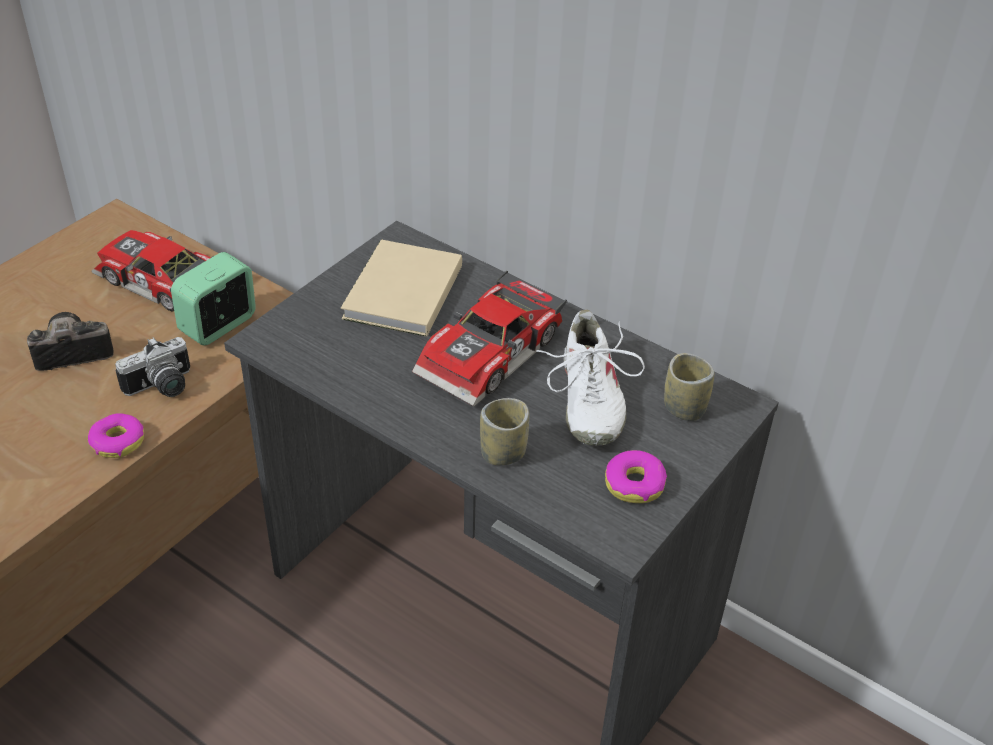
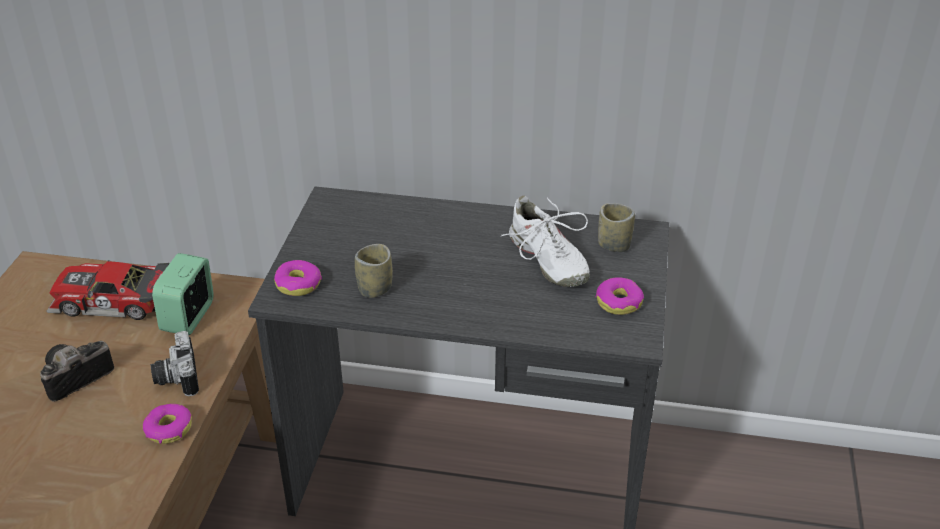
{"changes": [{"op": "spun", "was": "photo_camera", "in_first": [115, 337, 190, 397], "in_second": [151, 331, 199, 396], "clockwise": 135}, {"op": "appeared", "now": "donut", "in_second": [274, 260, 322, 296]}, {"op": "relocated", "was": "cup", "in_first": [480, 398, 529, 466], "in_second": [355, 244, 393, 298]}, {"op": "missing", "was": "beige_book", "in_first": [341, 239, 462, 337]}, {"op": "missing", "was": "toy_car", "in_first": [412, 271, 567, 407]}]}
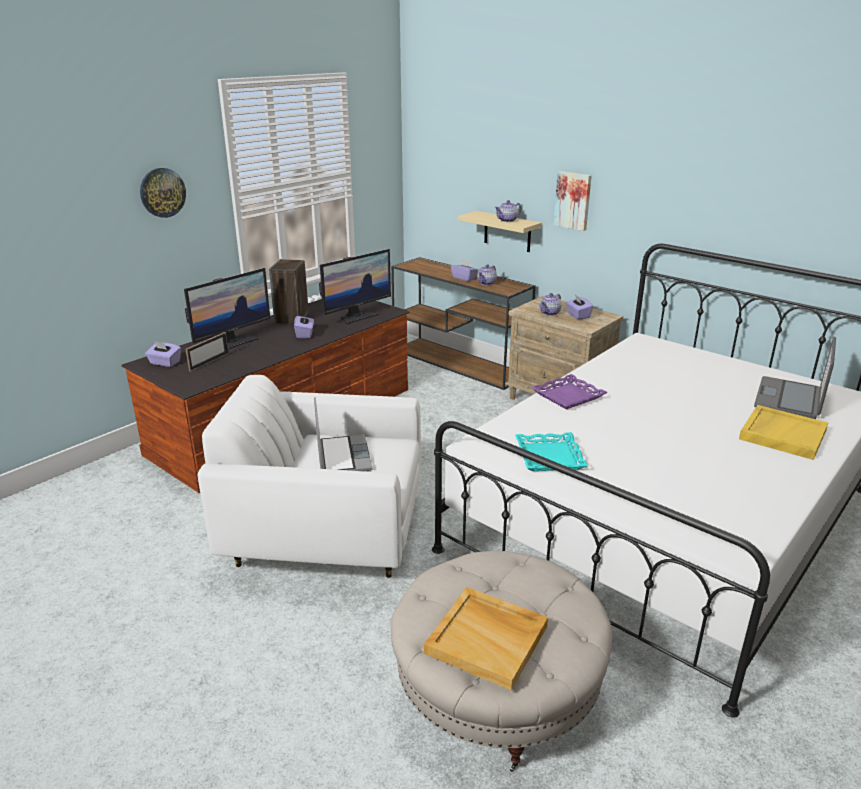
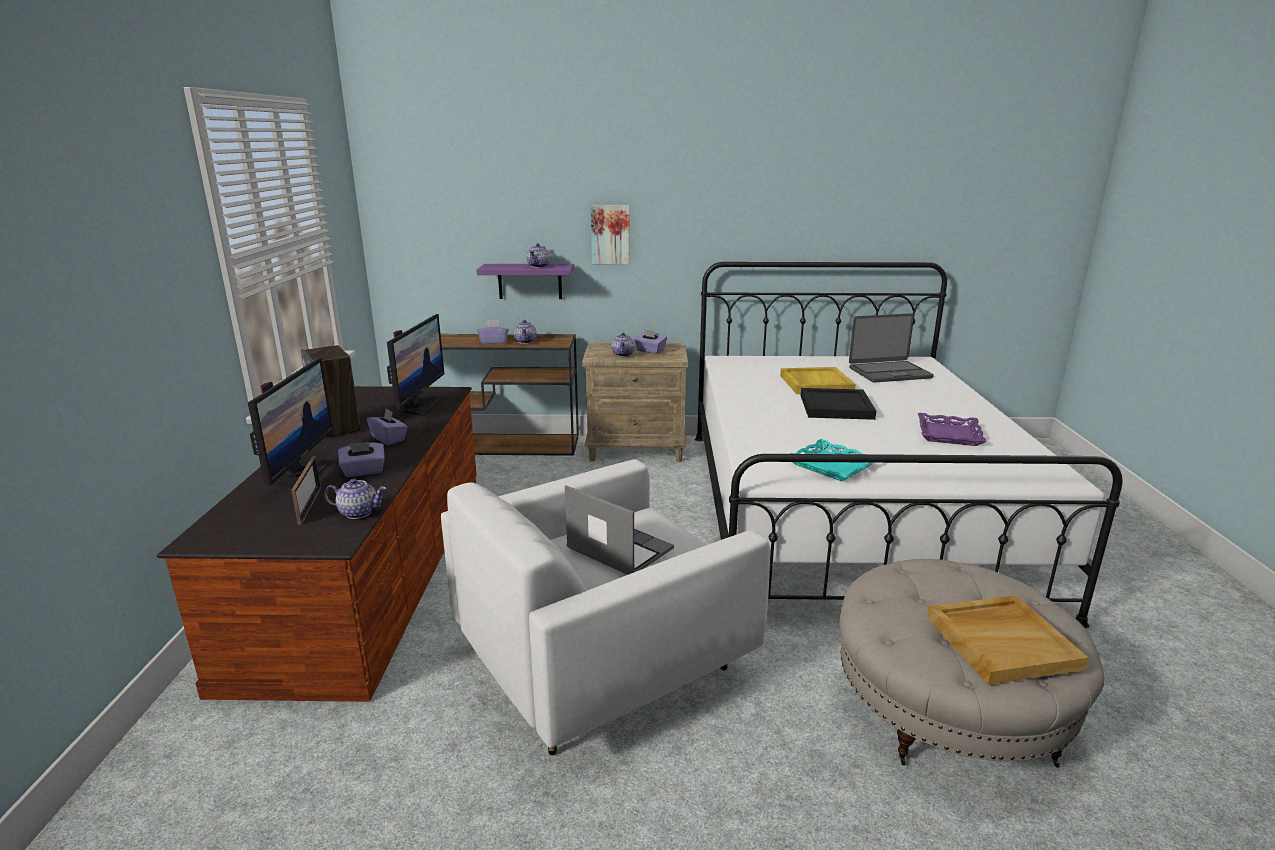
{"changes": [{"op": "appeared", "now": "teapot", "in_second": [324, 478, 387, 519]}, {"op": "relocated", "was": "purple_tissue_box", "in_first": [145, 341, 181, 367], "in_second": [338, 442, 385, 477]}, {"op": "colour", "was": "beige_shelf", "now": "purple_shelf", "in_first": [458, 211, 542, 252], "in_second": [477, 264, 574, 299]}, {"op": "relocated", "was": "yellow_tray", "in_first": [739, 405, 828, 460], "in_second": [780, 367, 856, 394]}, {"op": "appeared", "now": "black_tray", "in_second": [801, 388, 876, 420]}, {"op": "spun", "was": "laptop", "in_first": [754, 337, 836, 419], "in_second": [849, 313, 934, 382], "clockwise": -90}, {"op": "relocated", "was": "purple_tray", "in_first": [531, 374, 608, 410], "in_second": [918, 413, 987, 446]}, {"op": "missing", "was": "wall_clock", "in_first": [140, 168, 186, 218]}]}
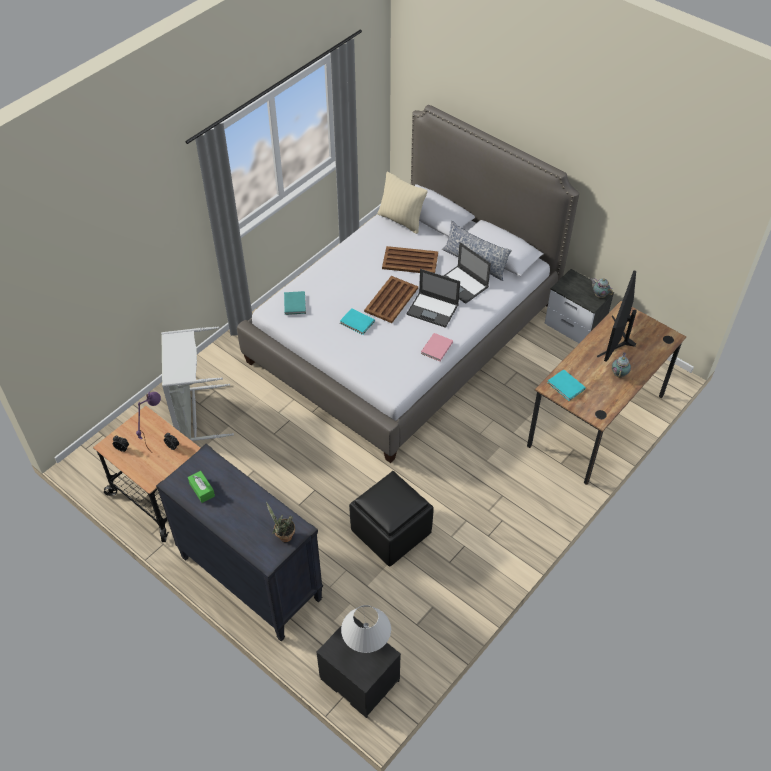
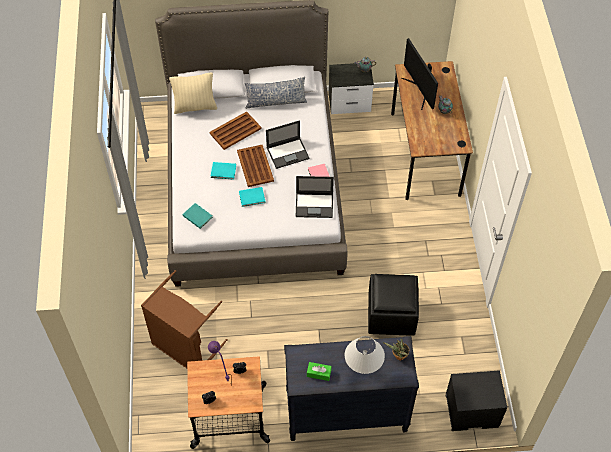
{"changes": [{"op": "colour", "was": "grey_laundry_basket", "now": "brown_laundry_basket", "in_first": [161, 326, 234, 441], "in_second": [141, 270, 228, 368]}, {"op": "relocated", "was": "turquoise_book", "in_first": [547, 369, 586, 401], "in_second": [211, 162, 236, 180]}, {"op": "relocated", "was": "laptop", "in_first": [444, 242, 491, 304], "in_second": [296, 176, 334, 218]}, {"op": "relocated", "was": "white_table_lamp", "in_first": [341, 605, 391, 653], "in_second": [345, 336, 385, 374]}]}
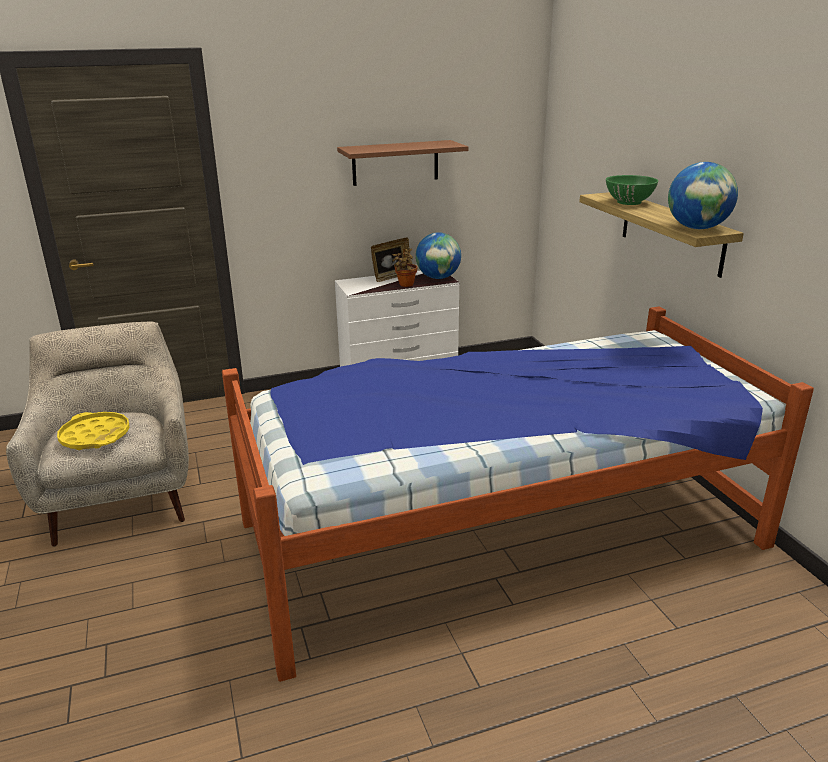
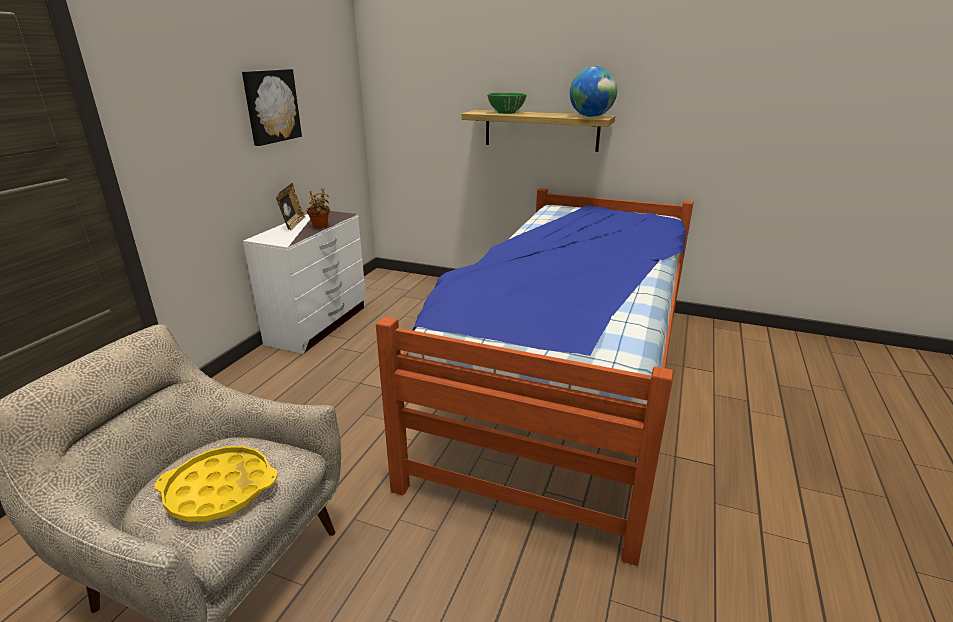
{"changes": [{"op": "exchanged", "was": "brown_shelf", "now": "picture", "in_first": [337, 140, 468, 186], "in_second": [242, 69, 302, 146]}, {"op": "missing", "was": "globe", "in_first": [416, 232, 461, 279]}]}
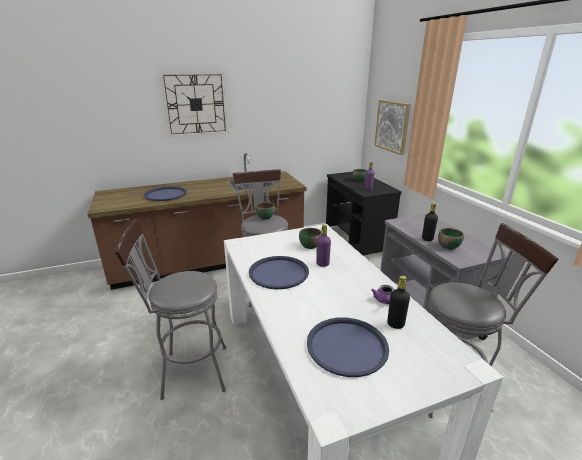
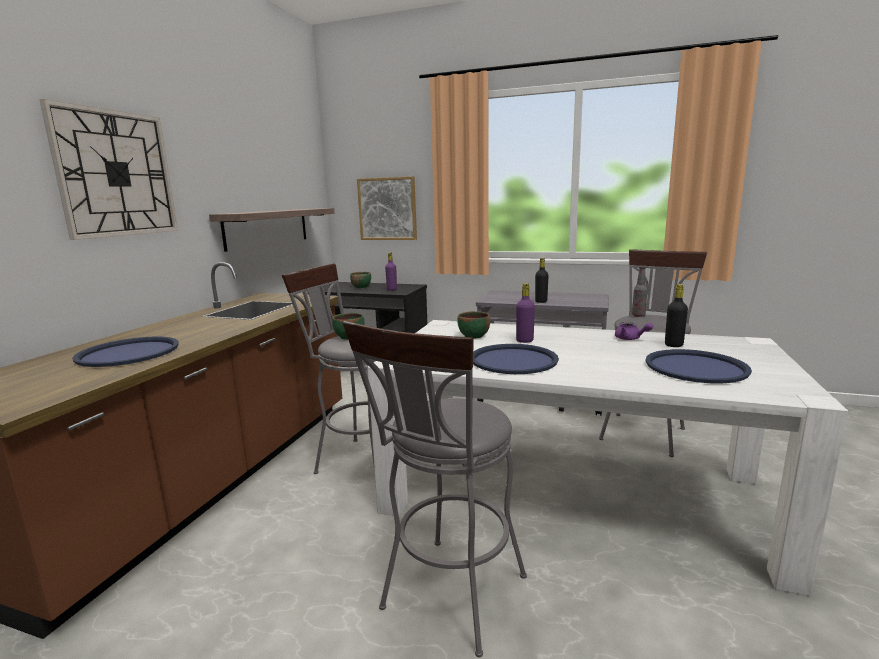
{"changes": [{"op": "appeared", "now": "shelf", "in_second": [209, 208, 334, 252]}, {"op": "appeared", "now": "bottle", "in_second": [632, 267, 647, 317]}, {"op": "missing", "was": "green_bowl", "in_first": [438, 228, 464, 249]}]}
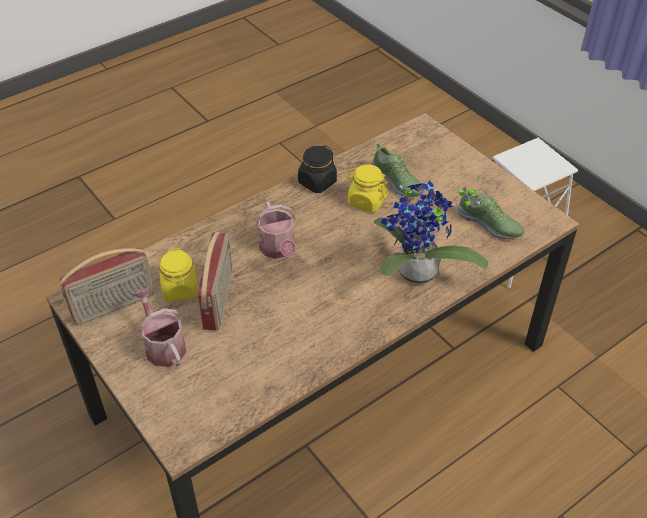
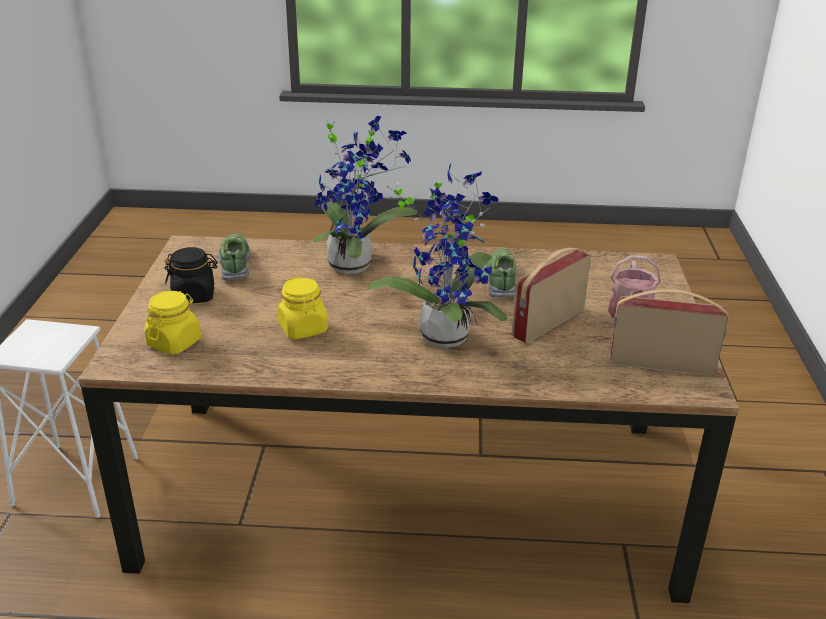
{"changes": [{"op": "relocated", "was": "yellow_jar", "in_first": [159, 248, 198, 302], "in_second": [144, 291, 201, 355]}, {"op": "relocated", "was": "black_jar", "in_first": [298, 145, 337, 193], "in_second": [165, 247, 218, 303]}, {"op": "exchanged", "was": "watering_can", "now": "potted_plant", "in_first": [255, 201, 297, 259], "in_second": [367, 164, 507, 348]}, {"op": "relocated", "was": "shoe", "in_first": [371, 144, 424, 197], "in_second": [484, 248, 517, 298]}]}
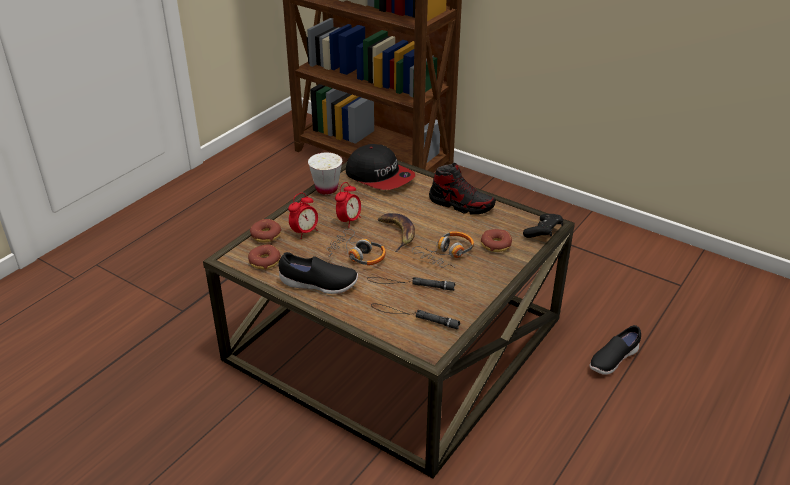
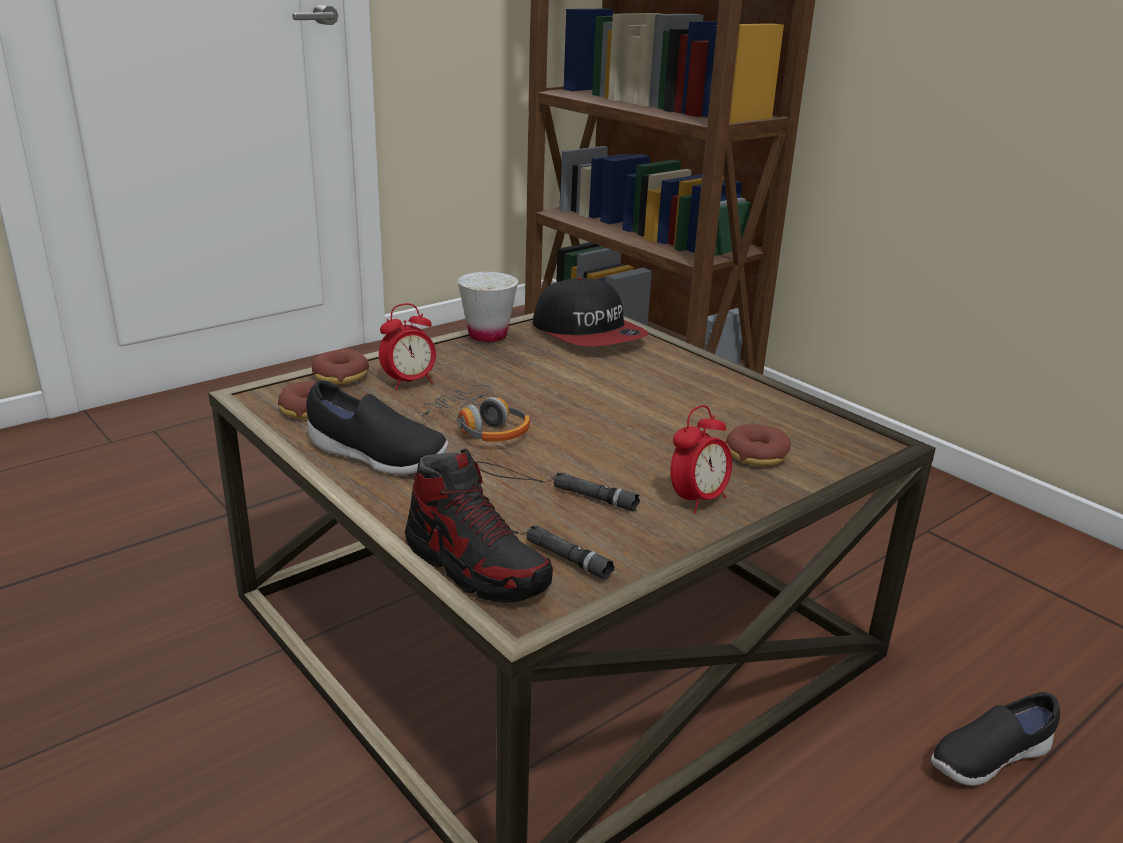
{"changes": [{"op": "relocated", "was": "shoe", "in_first": [429, 163, 496, 215], "in_second": [405, 449, 553, 603]}, {"op": "relocated", "was": "alarm_clock", "in_first": [335, 182, 361, 224], "in_second": [671, 405, 732, 514]}, {"op": "missing", "was": "banana", "in_first": [378, 213, 415, 252]}, {"op": "missing", "was": "headphones", "in_first": [412, 232, 474, 267]}, {"op": "missing", "was": "black_game_controller", "in_first": [523, 214, 563, 238]}]}
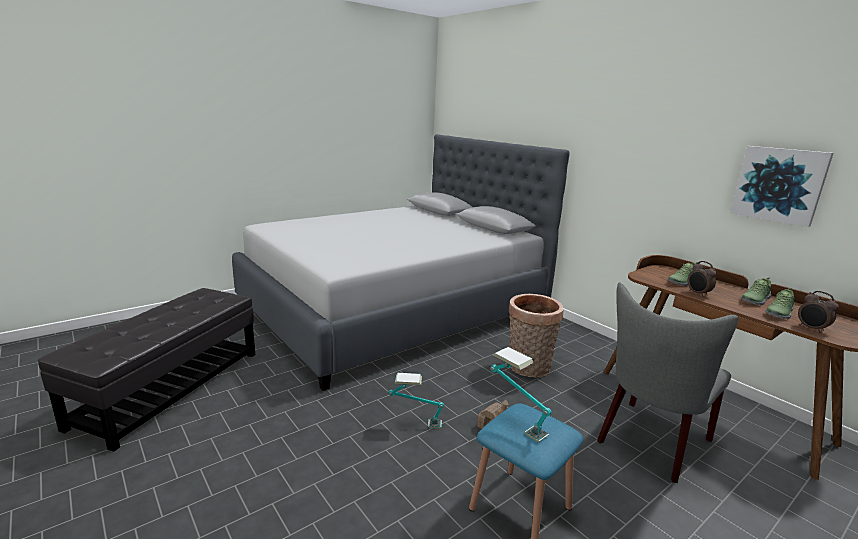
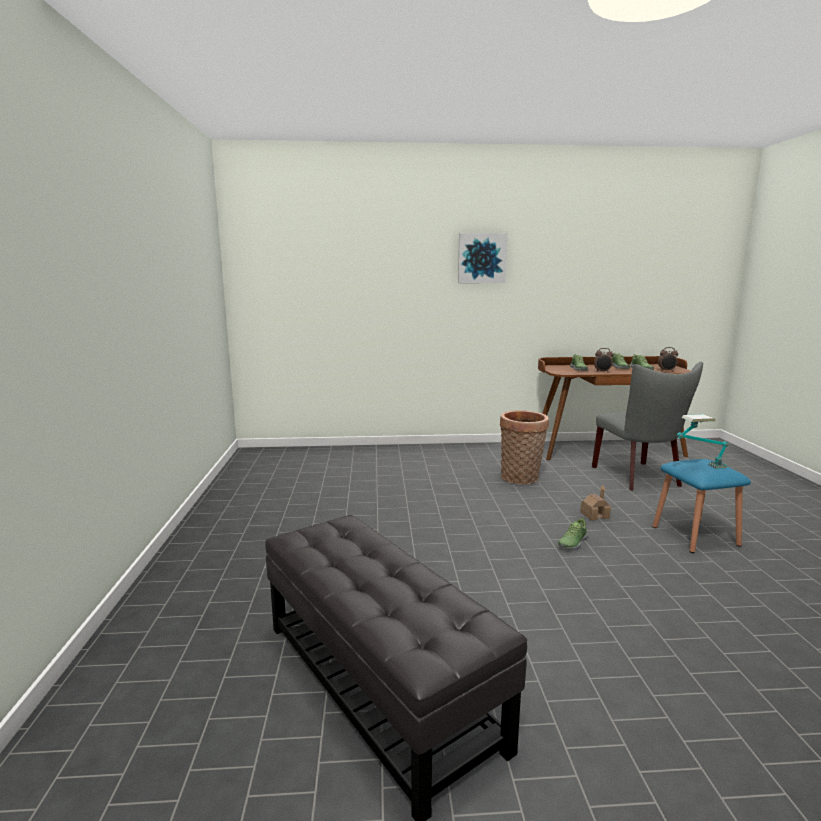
{"changes": [{"op": "relocated", "was": "picture", "in_first": [730, 146, 834, 227], "in_second": [458, 233, 508, 283]}, {"op": "exchanged", "was": "table_lamp", "now": "shoe", "in_first": [388, 373, 444, 429], "in_second": [558, 517, 588, 550]}, {"op": "missing", "was": "grey_bed", "in_first": [232, 134, 570, 391]}]}
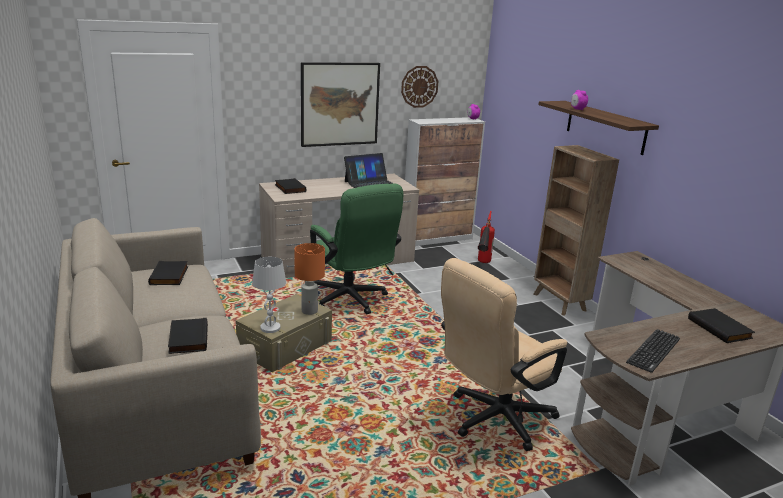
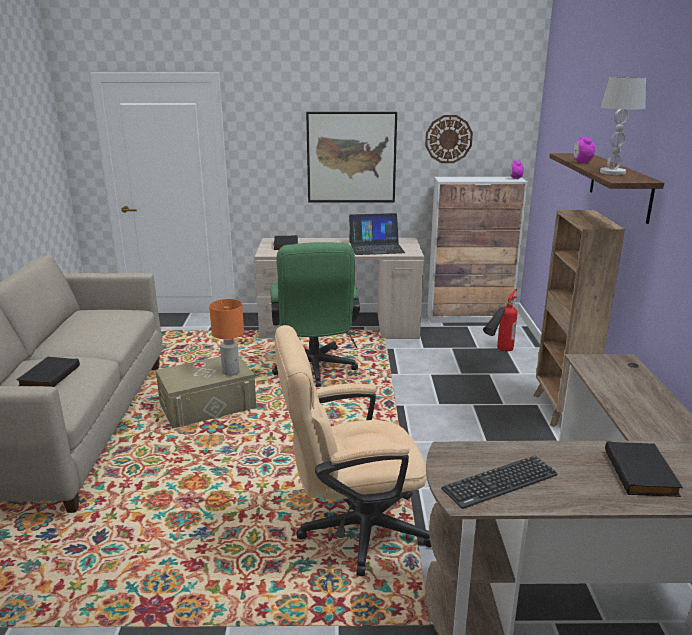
{"changes": [{"op": "relocated", "was": "white_table_lamp", "in_first": [252, 257, 286, 333], "in_second": [600, 77, 646, 175]}, {"op": "missing", "was": "black_book", "in_first": [148, 261, 188, 285]}]}
